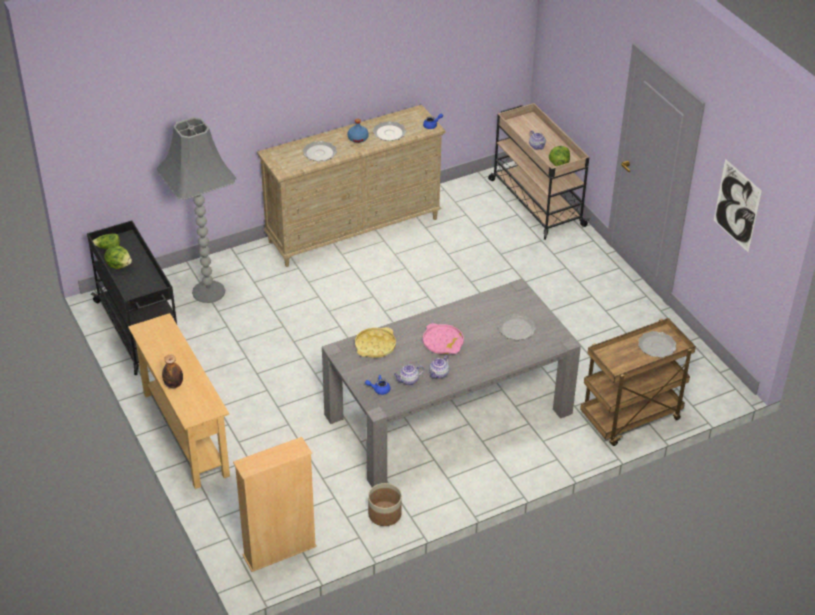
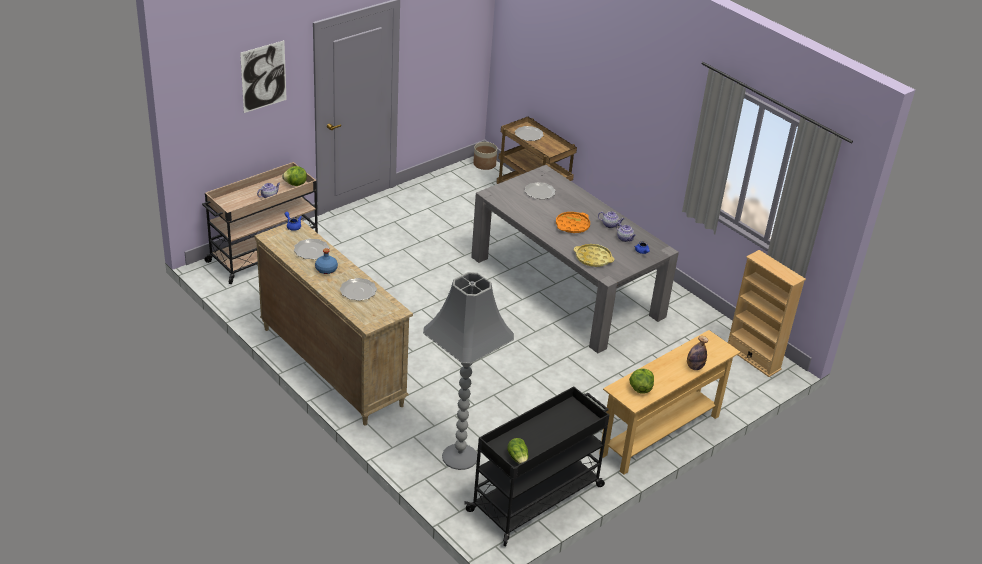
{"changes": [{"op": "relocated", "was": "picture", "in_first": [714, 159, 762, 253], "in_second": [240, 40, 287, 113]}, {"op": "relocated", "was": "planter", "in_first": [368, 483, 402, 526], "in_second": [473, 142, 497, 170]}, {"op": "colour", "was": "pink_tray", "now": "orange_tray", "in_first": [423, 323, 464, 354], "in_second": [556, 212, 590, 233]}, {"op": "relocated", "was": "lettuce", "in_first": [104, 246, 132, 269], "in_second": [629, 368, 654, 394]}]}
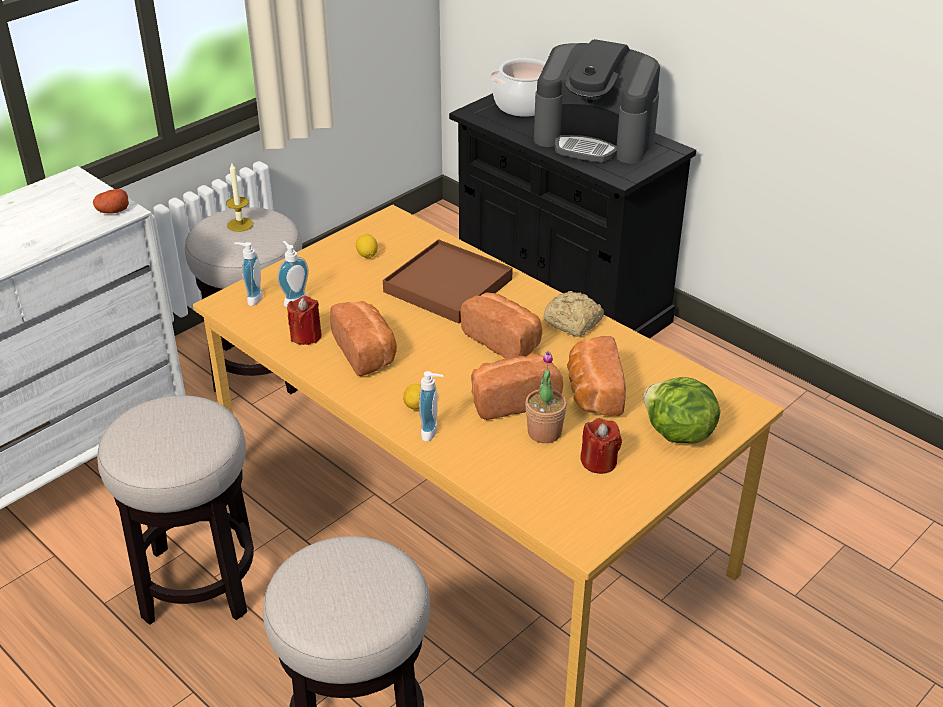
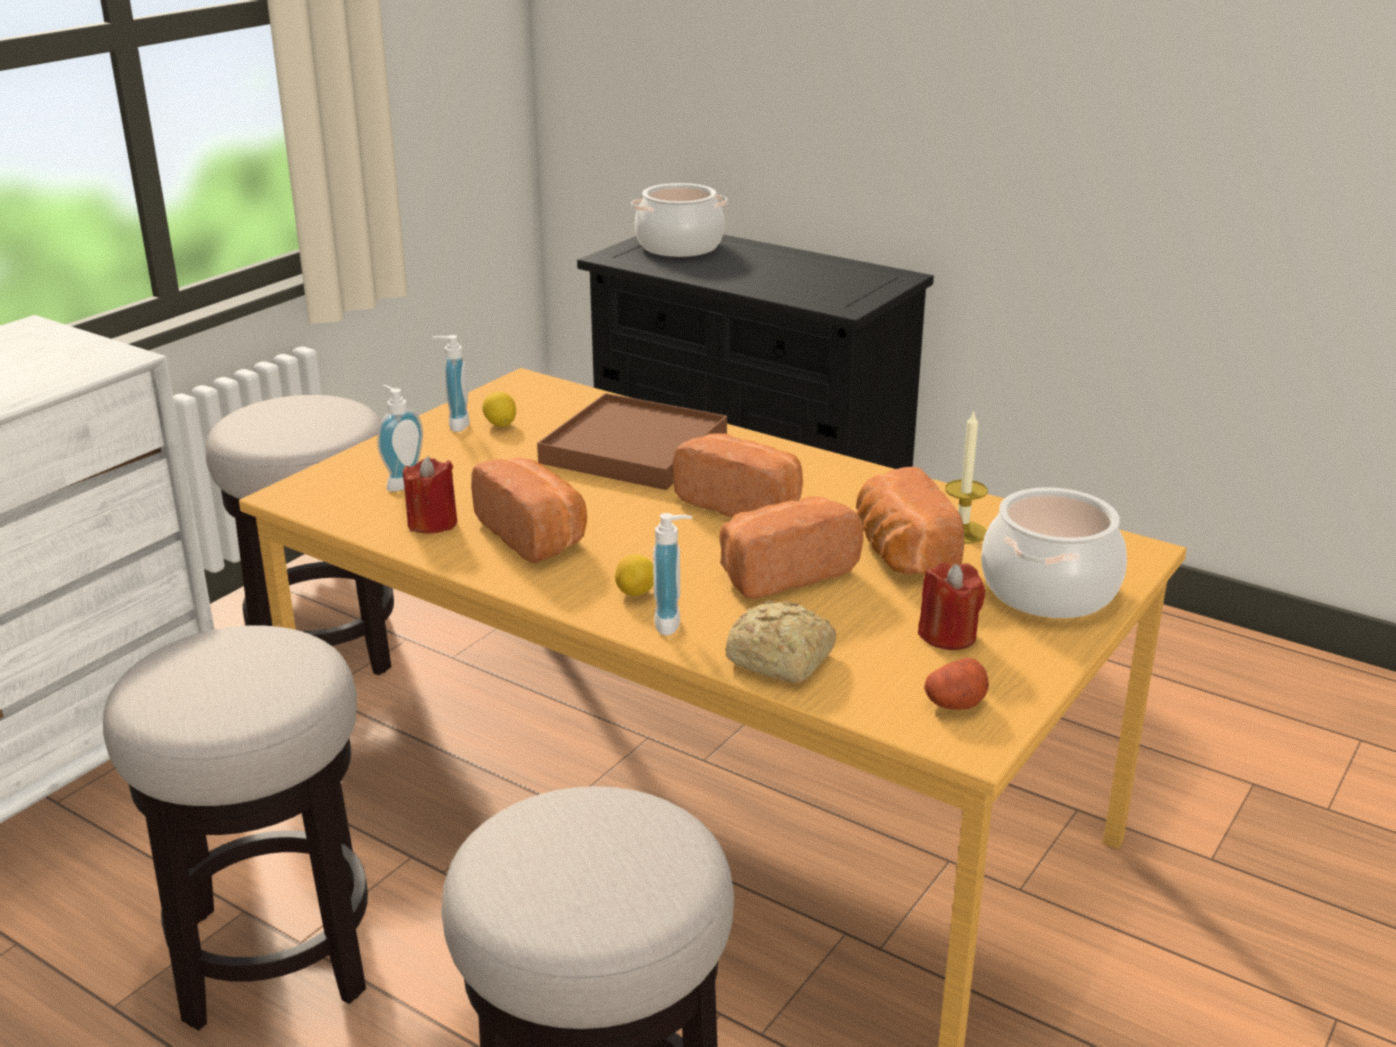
{"changes": [{"op": "relocated", "was": "soap_dispenser", "in_first": [234, 242, 263, 306], "in_second": [432, 335, 469, 432]}, {"op": "relocated", "was": "bread", "in_first": [543, 291, 604, 337], "in_second": [725, 601, 836, 683]}, {"op": "relocated", "was": "potato", "in_first": [93, 189, 129, 214], "in_second": [924, 658, 989, 710]}, {"op": "relocated", "was": "candle", "in_first": [226, 163, 253, 232], "in_second": [945, 411, 988, 544]}, {"op": "exchanged", "was": "lettuce", "now": "cooking_pot", "in_first": [644, 377, 720, 443], "in_second": [981, 487, 1127, 618]}, {"op": "missing", "was": "potted_plant", "in_first": [525, 351, 567, 443]}, {"op": "missing", "was": "coffee_machine", "in_first": [534, 39, 660, 163]}]}
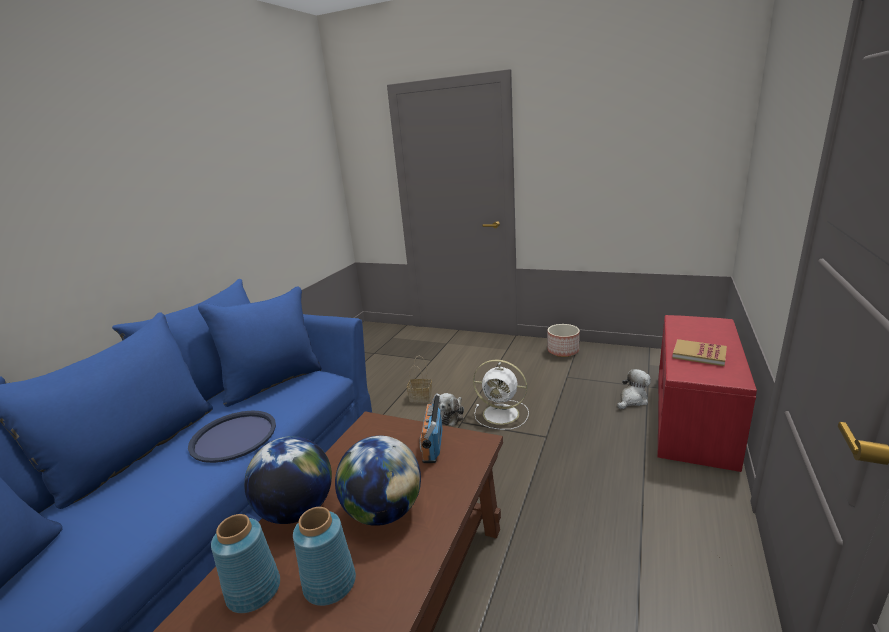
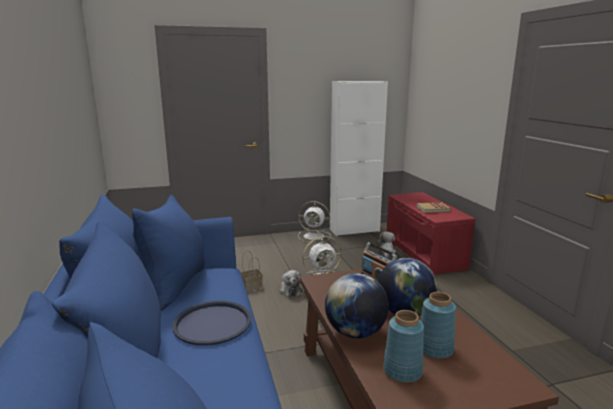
{"changes": [{"op": "exchanged", "was": "planter", "now": "white_fan", "in_first": [548, 324, 580, 357], "in_second": [298, 201, 331, 242]}, {"op": "appeared", "now": "white_cabinet", "in_second": [330, 81, 388, 236]}]}
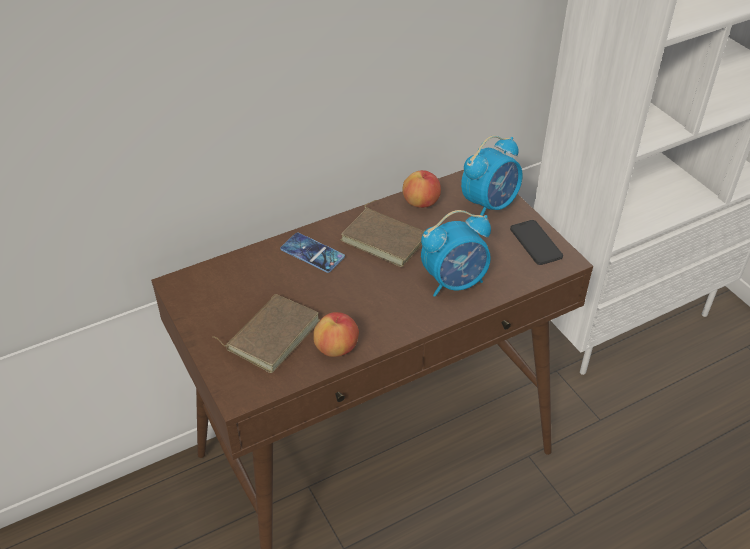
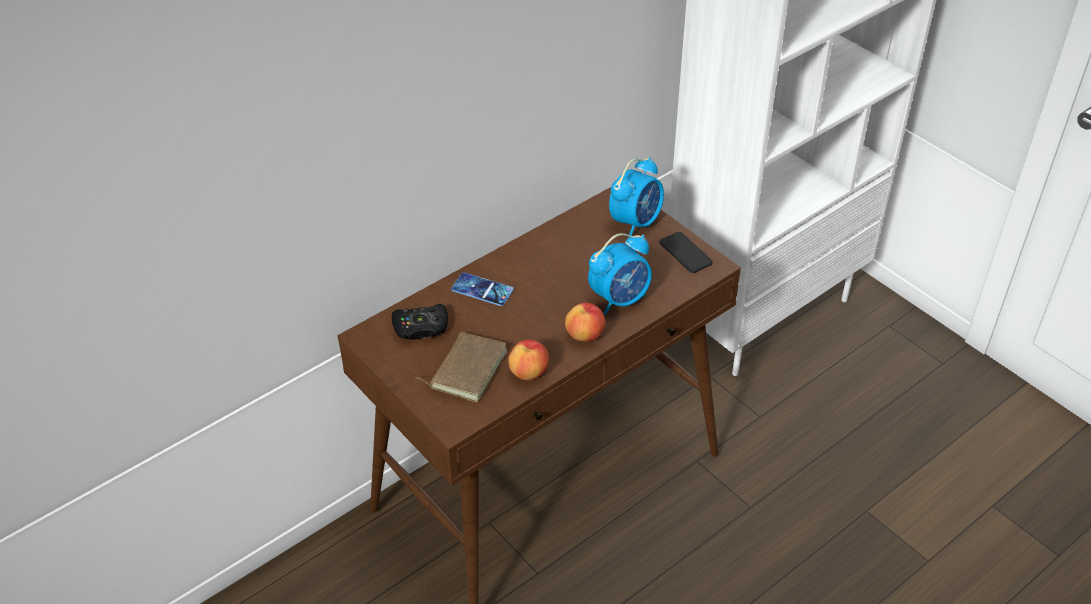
{"changes": [{"op": "appeared", "now": "black_game_controller", "in_second": [392, 304, 448, 340]}, {"op": "relocated", "was": "apple", "in_first": [402, 170, 441, 208], "in_second": [565, 303, 605, 341]}, {"op": "missing", "was": "brown_book", "in_first": [340, 200, 425, 267]}]}
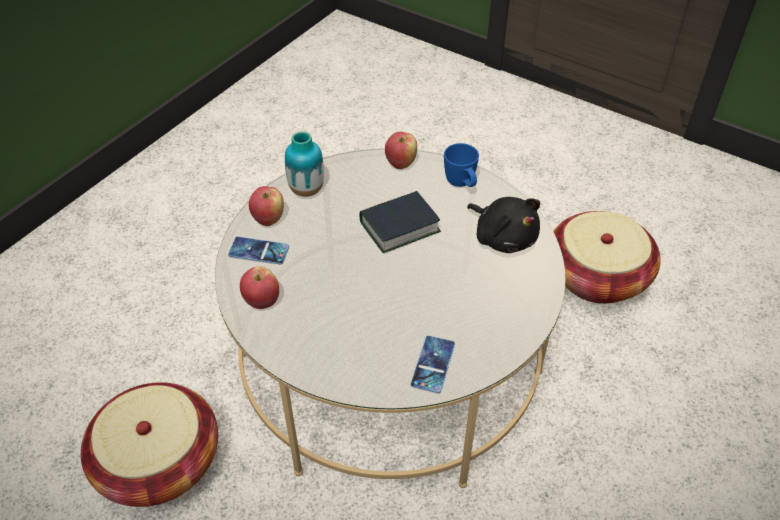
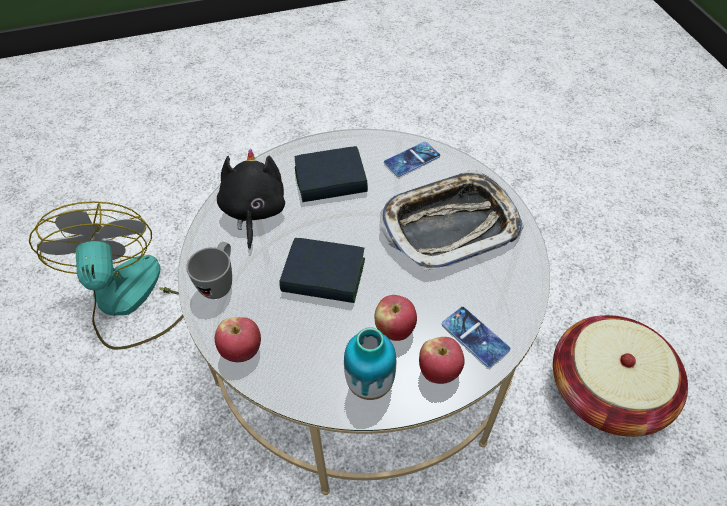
{"changes": [{"op": "exchanged", "was": "basket", "now": "fan", "in_first": [553, 211, 661, 304], "in_second": [29, 201, 184, 350]}, {"op": "colour", "was": "blue_mug", "now": "grey_mug", "in_first": [444, 143, 479, 187], "in_second": [186, 242, 232, 299]}, {"op": "appeared", "now": "book", "in_second": [295, 146, 368, 202]}, {"op": "relocated", "was": "apple", "in_first": [240, 266, 279, 309], "in_second": [375, 295, 417, 341]}, {"op": "appeared", "now": "tray", "in_second": [379, 169, 524, 272]}]}
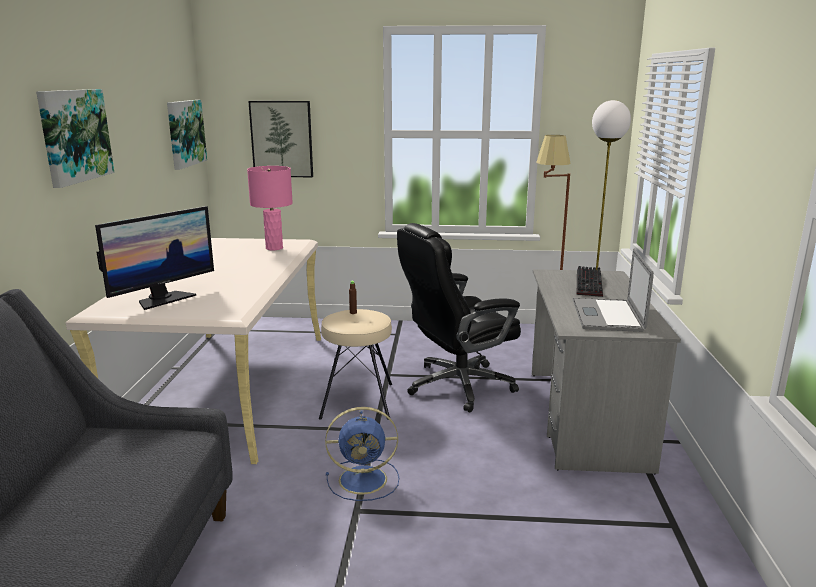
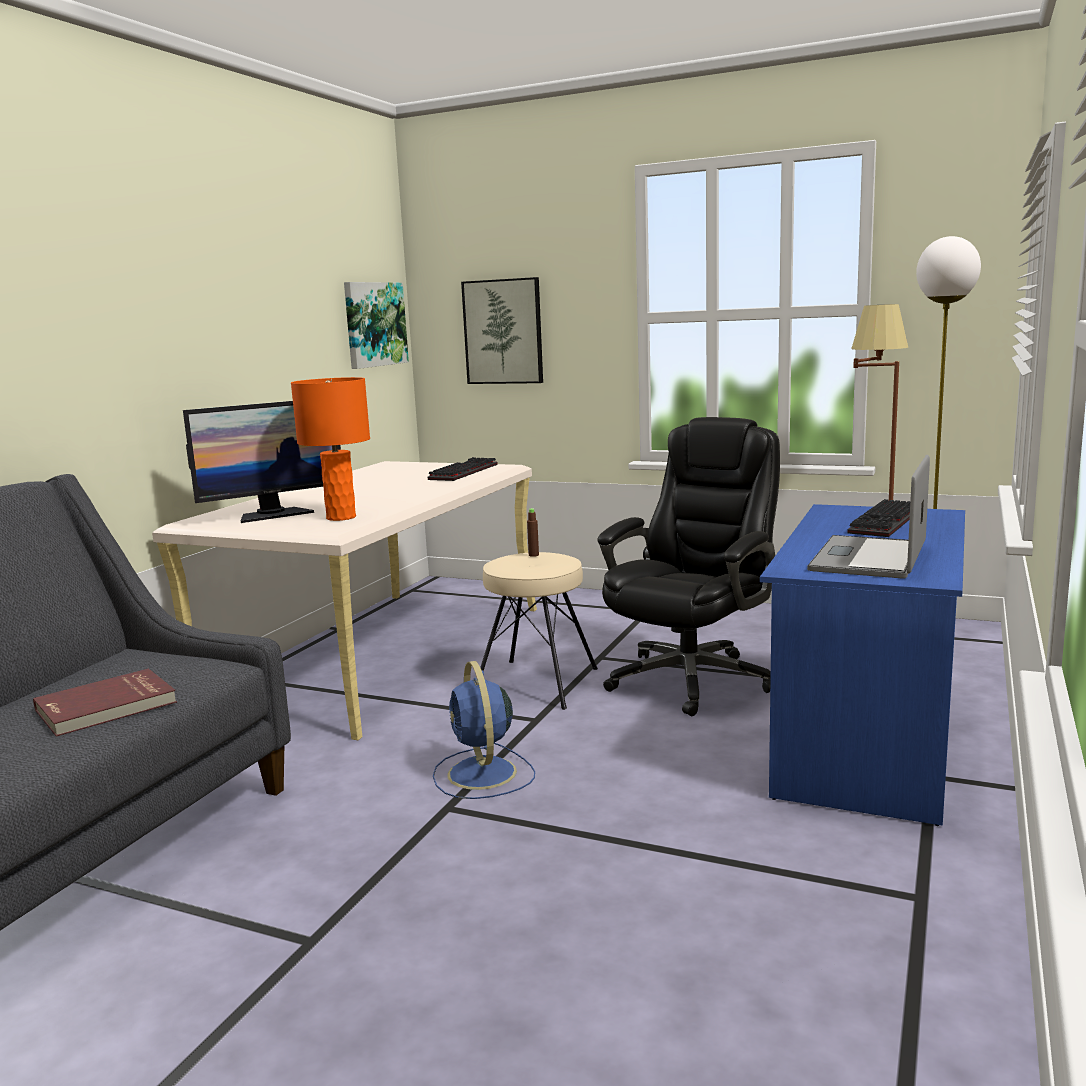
{"changes": [{"op": "appeared", "now": "red_book", "in_second": [33, 669, 177, 737]}, {"op": "appeared", "now": "orange_table_lamp", "in_second": [291, 377, 370, 521]}, {"op": "exchanged", "was": "pink_table_lamp", "now": "keyboard", "in_first": [247, 166, 293, 250], "in_second": [428, 457, 498, 481]}, {"op": "spun", "was": "blue_fan", "in_first": [325, 407, 399, 501], "in_second": [433, 661, 535, 799], "clockwise": 60}, {"op": "spun", "was": "black_office_chair", "in_first": [397, 223, 521, 413], "in_second": [597, 417, 780, 716], "clockwise": 135}, {"op": "colour", "was": "grey_desk", "now": "blue_desk", "in_first": [532, 269, 681, 474], "in_second": [760, 504, 965, 826]}, {"op": "missing", "was": "picture", "in_first": [36, 89, 114, 188]}]}
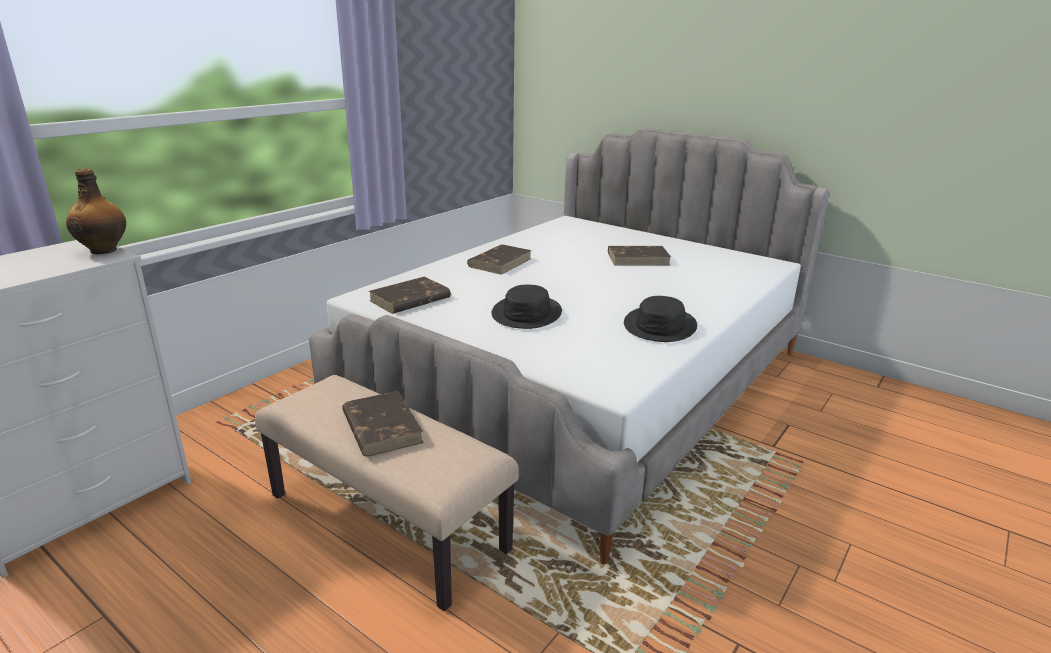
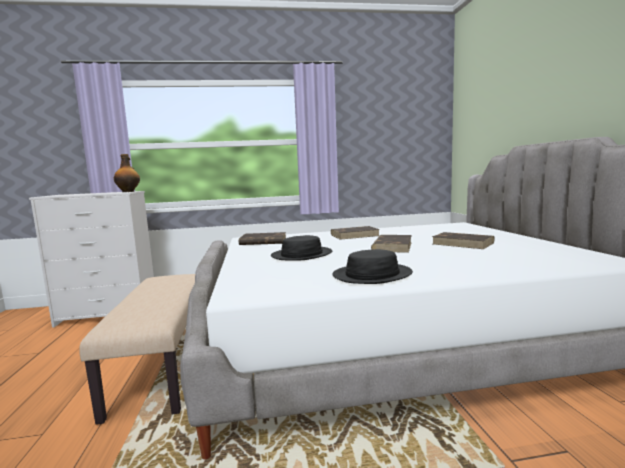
{"changes": [{"op": "relocated", "was": "brown_book", "in_first": [342, 391, 424, 457], "in_second": [371, 235, 412, 253]}]}
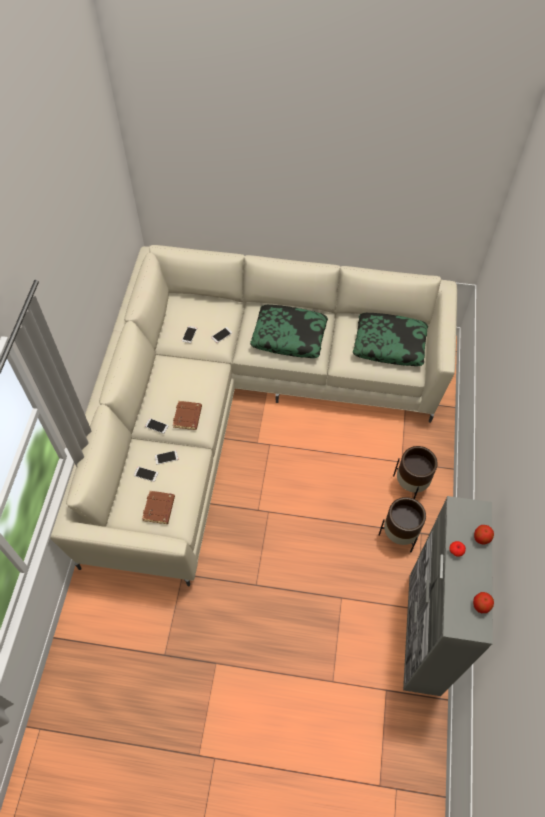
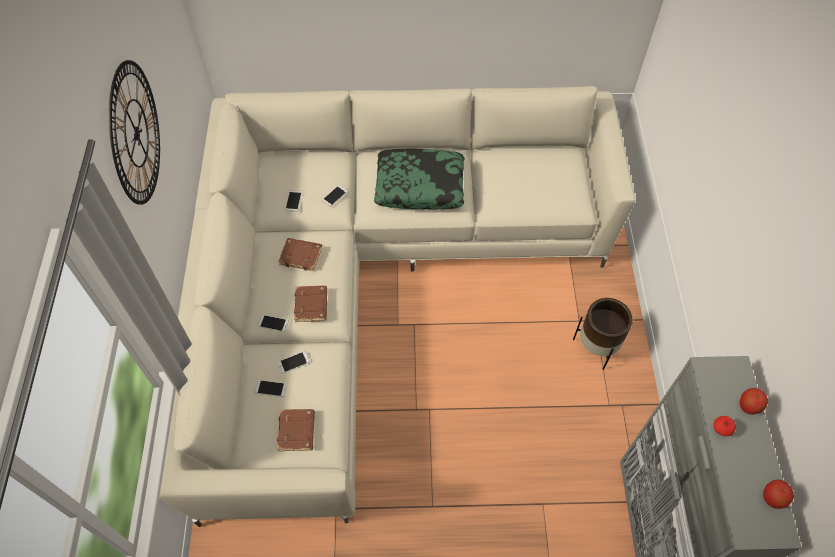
{"changes": [{"op": "appeared", "now": "wall_clock", "in_second": [109, 60, 160, 205]}, {"op": "appeared", "now": "brown_book", "in_second": [278, 238, 322, 271]}, {"op": "missing", "was": "pillow", "in_first": [353, 313, 428, 366]}, {"op": "missing", "was": "brown_planter", "in_first": [379, 497, 426, 553]}]}
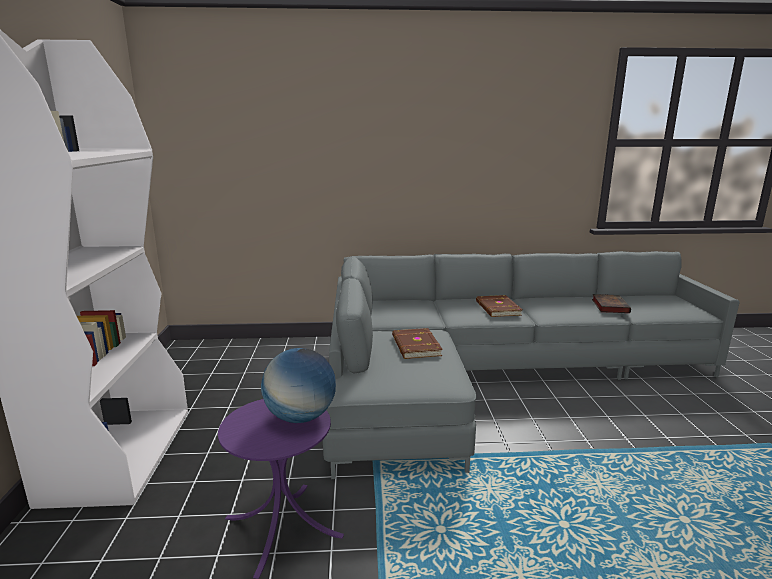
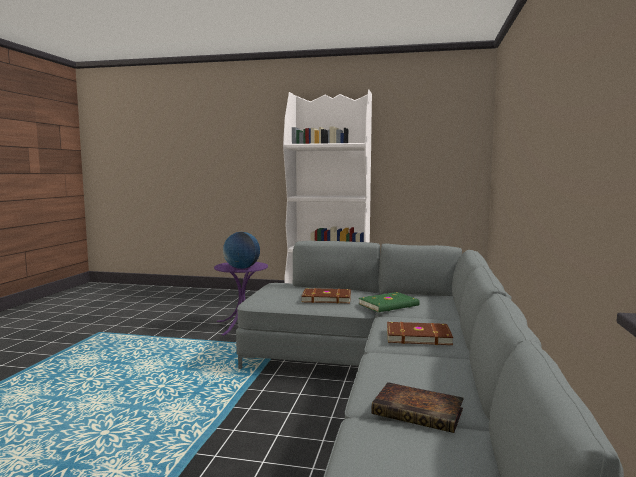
{"changes": [{"op": "appeared", "now": "green_book", "in_second": [359, 292, 420, 312]}]}
